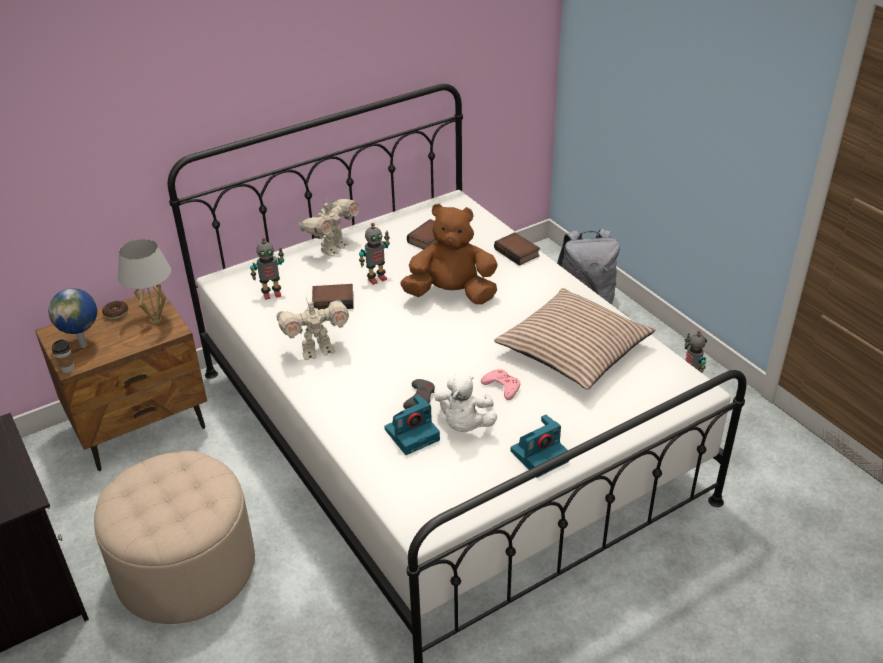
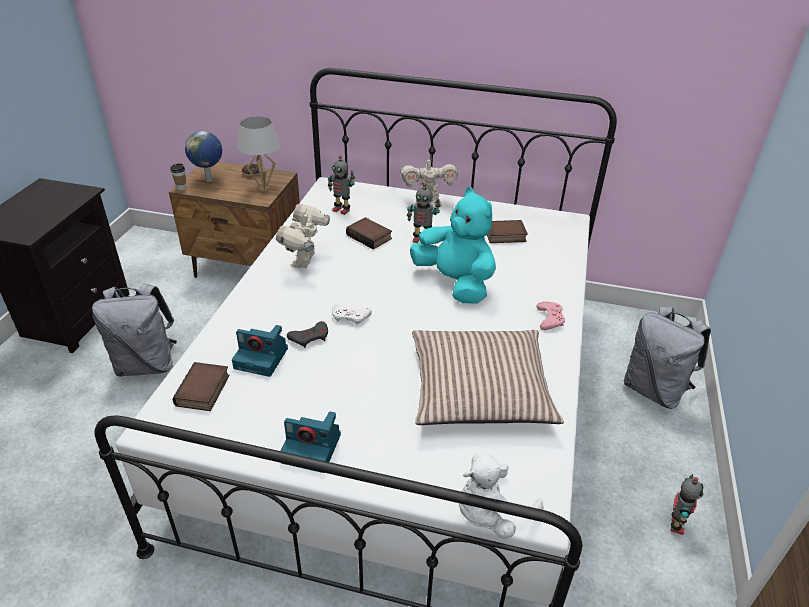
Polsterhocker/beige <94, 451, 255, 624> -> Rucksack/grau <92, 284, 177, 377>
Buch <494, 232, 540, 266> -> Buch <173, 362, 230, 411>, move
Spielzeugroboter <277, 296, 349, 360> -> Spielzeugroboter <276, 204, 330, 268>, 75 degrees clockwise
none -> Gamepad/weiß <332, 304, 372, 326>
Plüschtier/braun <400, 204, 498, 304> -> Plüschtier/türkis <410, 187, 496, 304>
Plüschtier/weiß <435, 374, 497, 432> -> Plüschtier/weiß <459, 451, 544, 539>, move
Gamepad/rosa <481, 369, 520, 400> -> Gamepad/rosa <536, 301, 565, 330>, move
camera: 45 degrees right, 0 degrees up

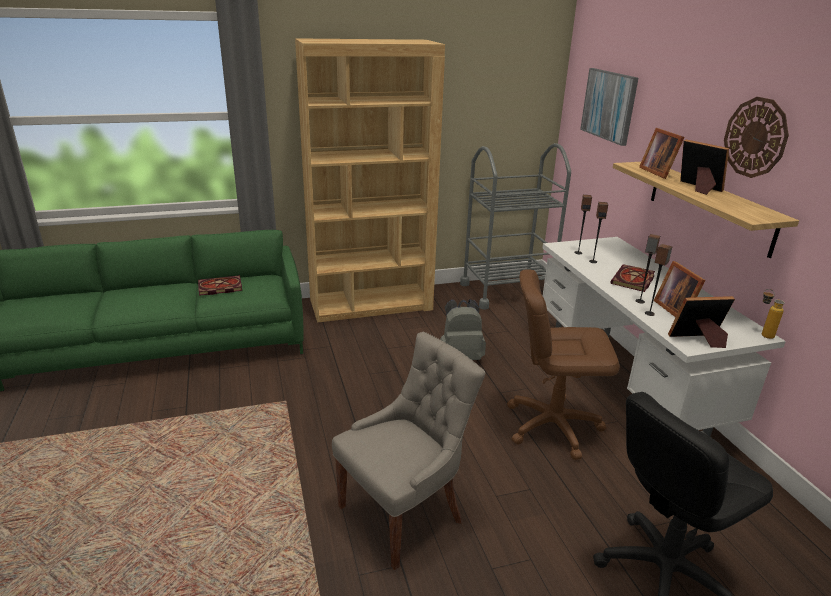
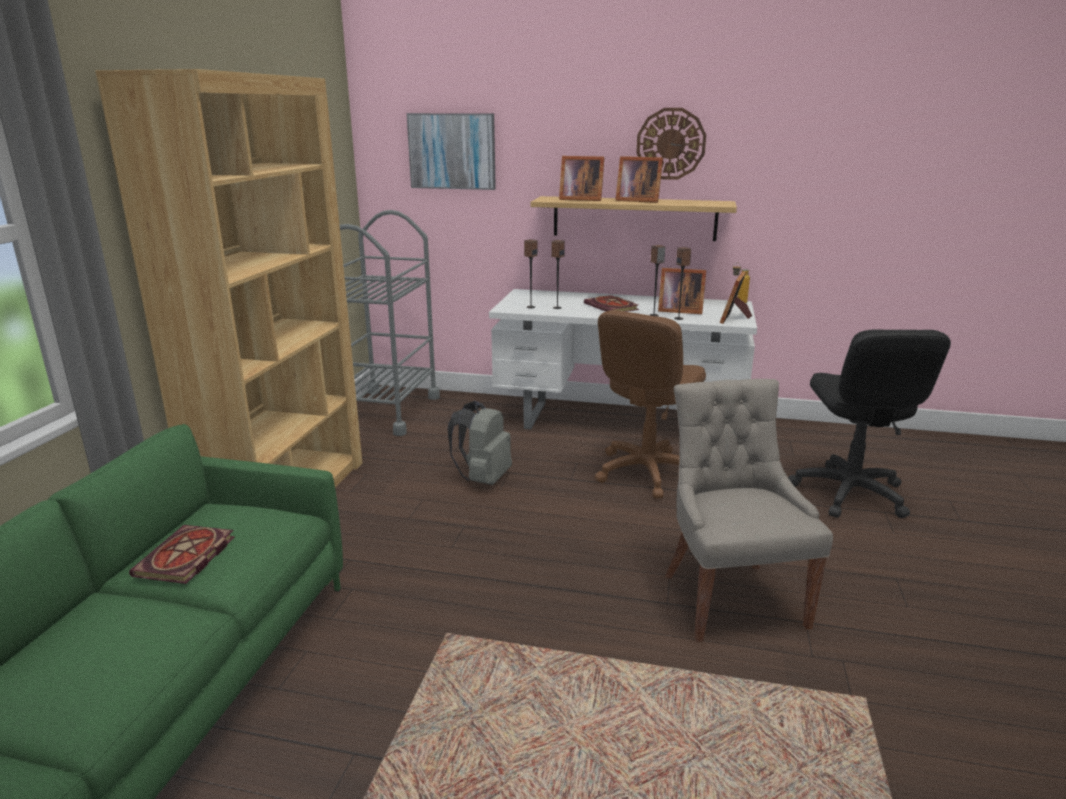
Bilderrahmen <680, 140, 729, 195> -> Bilderrahmen <615, 156, 663, 203>, 150 degrees counterclockwise
camera: 60 degrees left, 5 degrees down

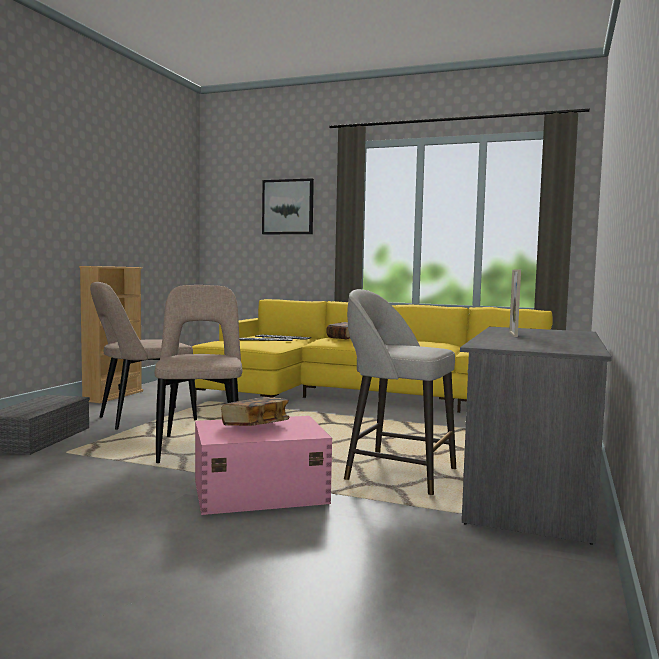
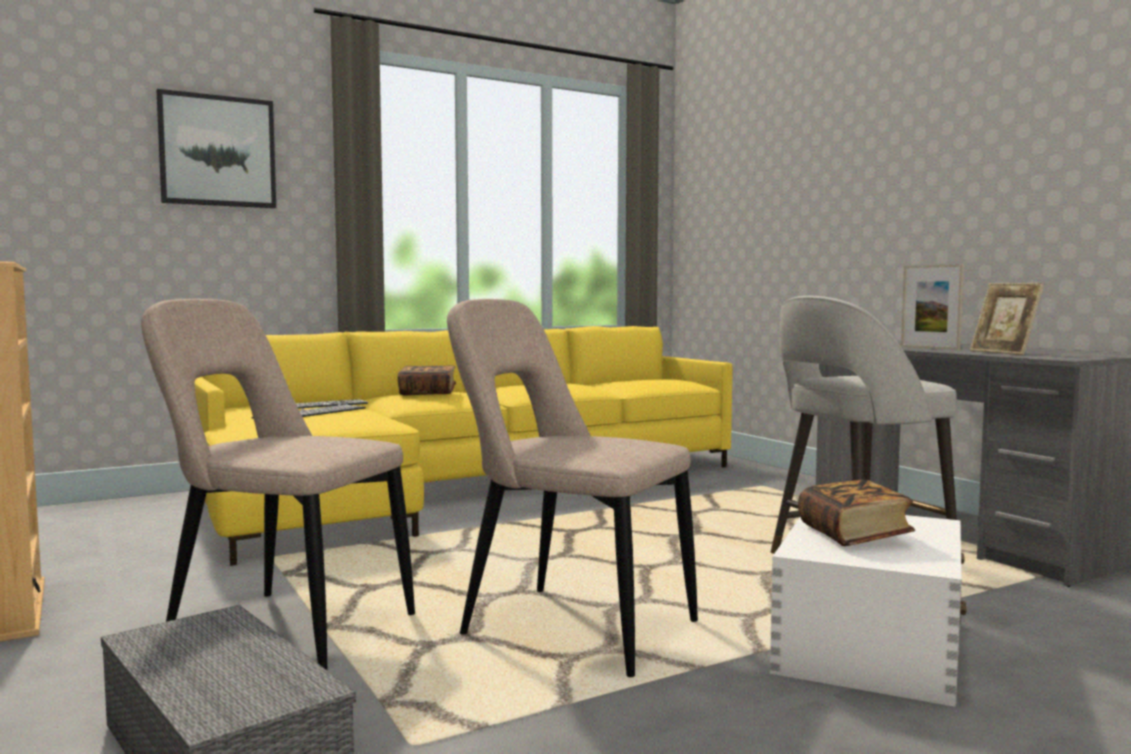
Stuhl/beige <90, 282, 197, 430> -> Stuhl/beige <141, 299, 415, 670>, 105 degrees clockwise
Aufbewahrungsbox/rosa <195, 416, 332, 515> -> Aufbewahrungsbox/weiß <770, 515, 966, 707>
none -> Bilderrahmen <970, 283, 1044, 355>
camera: 50 degrees left, 0 degrees up

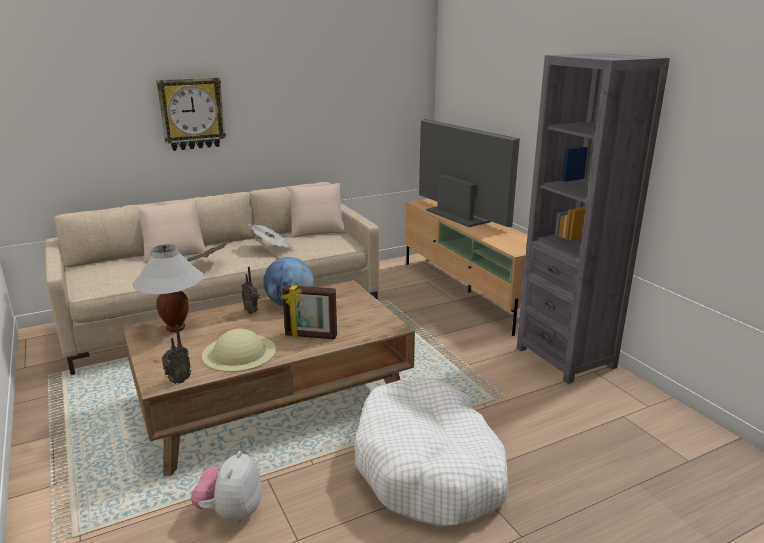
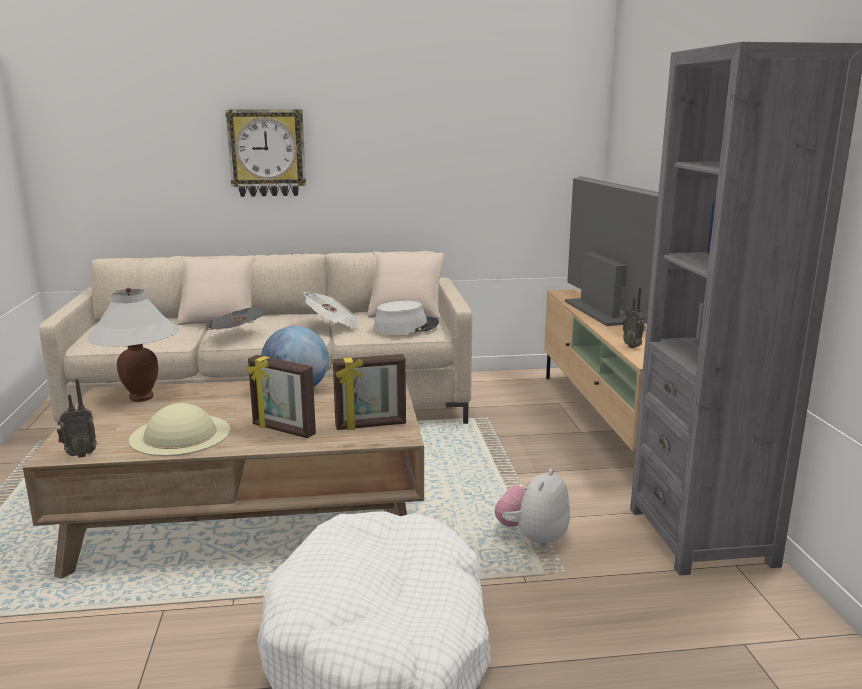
none -> Bilderrahmen <333, 354, 406, 430>
none -> Hut/grau <373, 301, 439, 335>
Plüschtier <191, 451, 262, 522> -> Plüschtier <495, 469, 570, 547>, move
Radio <241, 267, 259, 314> -> Radio <623, 287, 646, 348>, move
camera: 20 degrees right, 5 degrees down

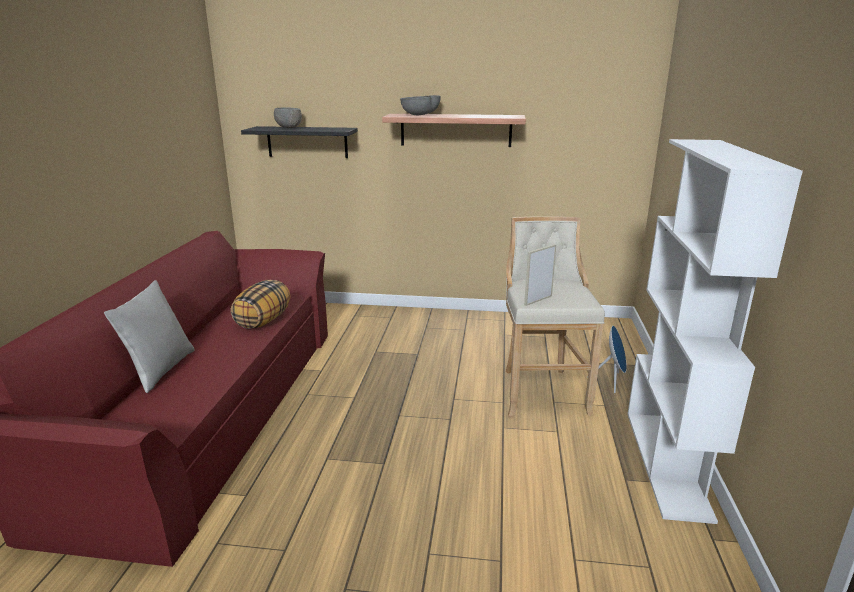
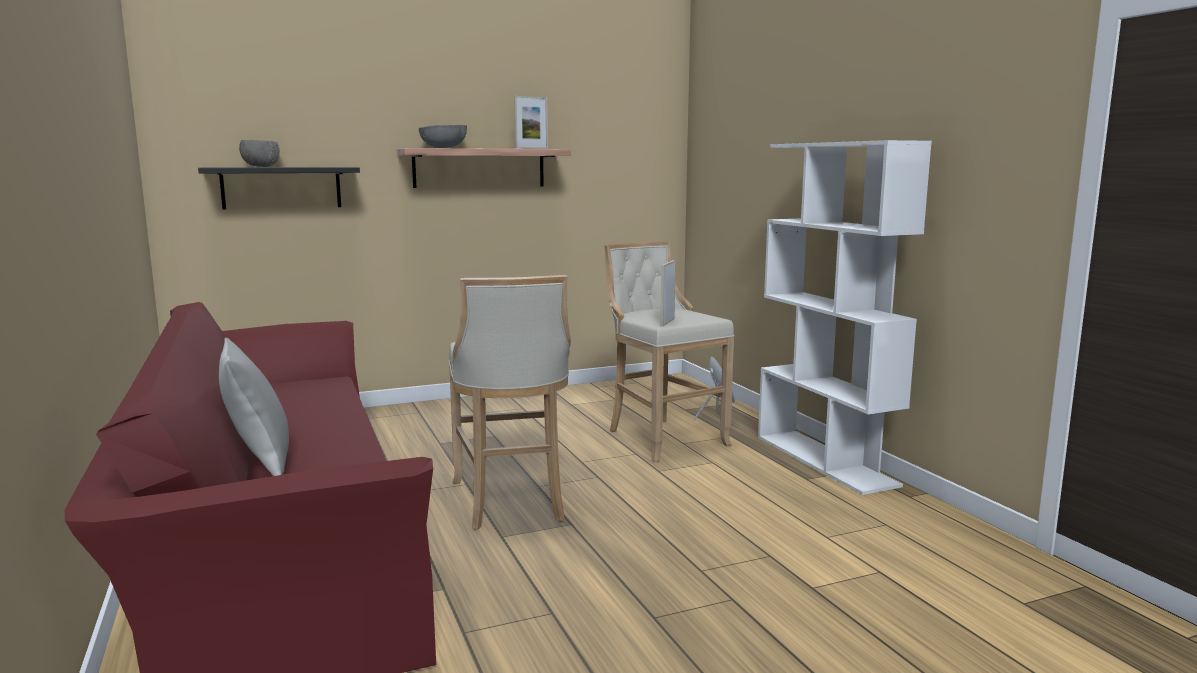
none -> Hocker/beige <449, 275, 571, 530>
none -> Bilderrahmen <514, 96, 548, 149>
Kissen <231, 280, 291, 329> -> none
camera: 30 degrees left, 10 degrees down

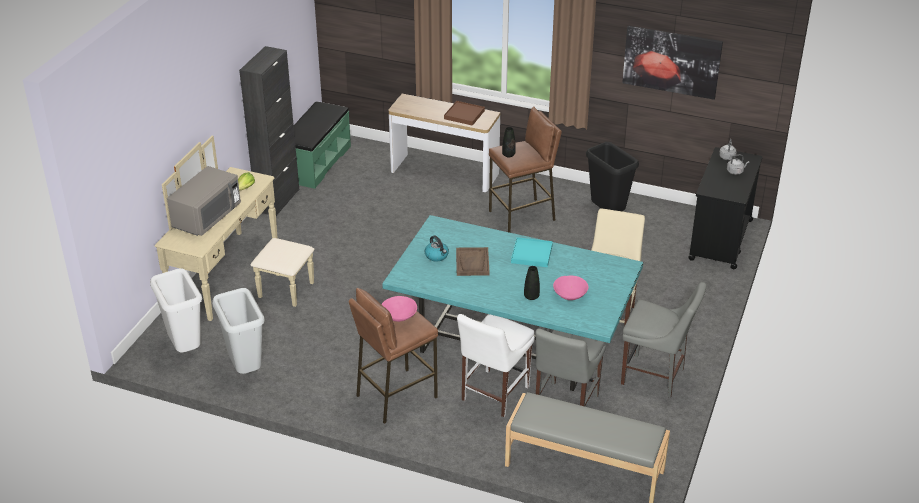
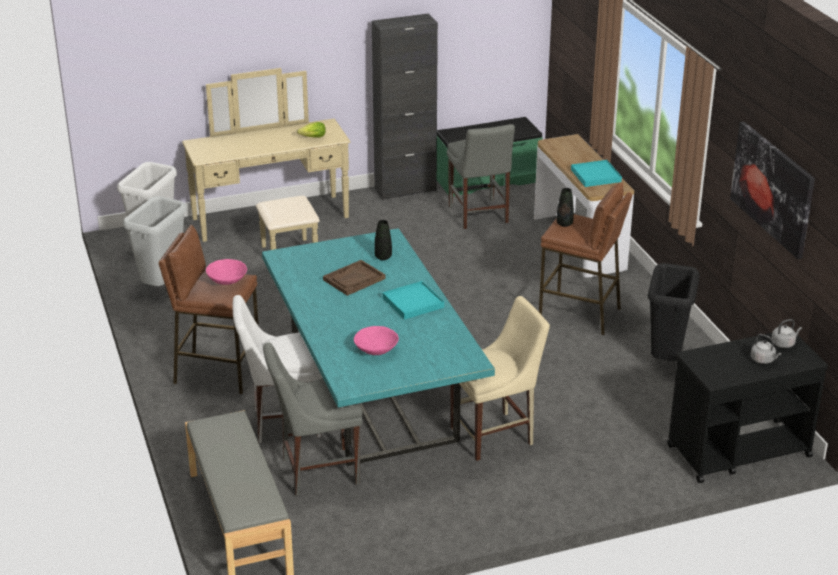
Vase/schwarz <524, 266, 540, 300> -> Vase/schwarz <374, 220, 392, 260>, move
Stuhl/grau <621, 282, 706, 398> -> Stuhl/grau <447, 124, 515, 229>, move
Tablett/braun <444, 101, 485, 126> -> Tablett/türkis <571, 160, 622, 187>
Mikrowelle/grau <167, 166, 241, 236> -> none
Wasserkessel <425, 235, 449, 261> -> none
camera: 50 degrees right, 5 degrees down

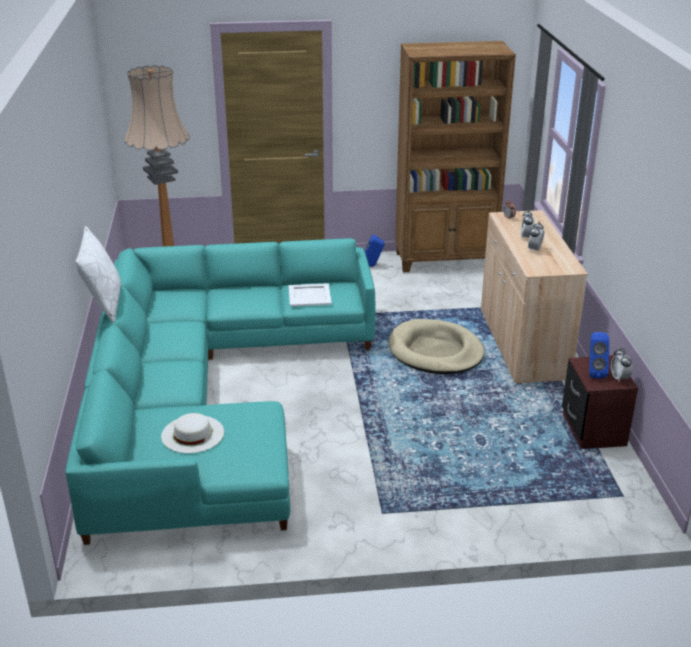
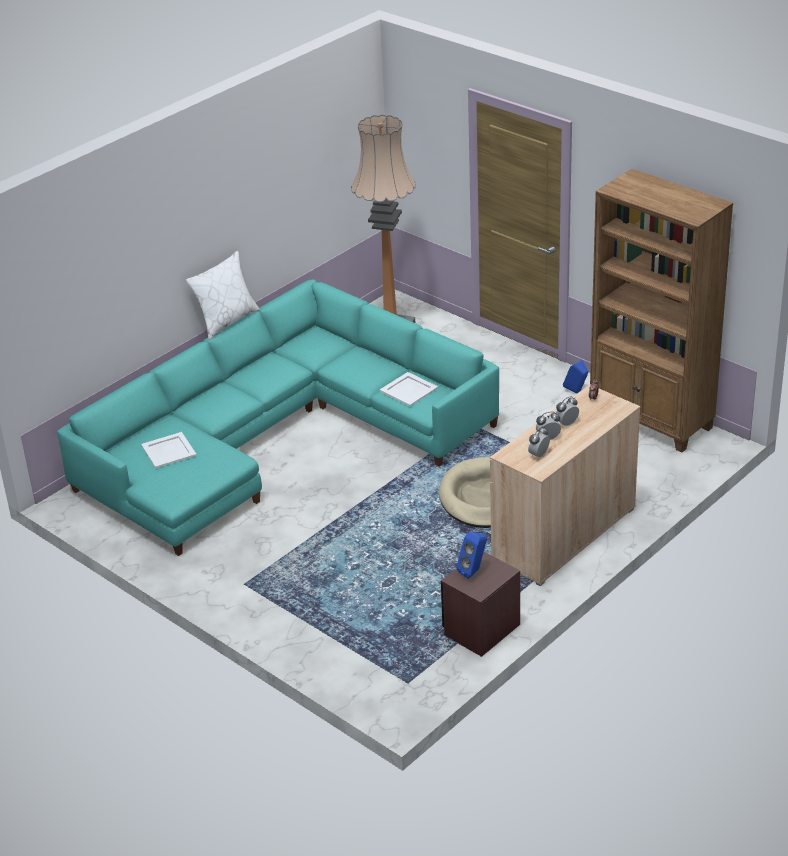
Hut/weiß <161, 413, 224, 453> -> Tablett/weiß <141, 432, 197, 468>
Wecker <611, 348, 633, 382> -> Wecker <528, 427, 550, 457>, move
camera: 50 degrees right, 5 degrees up

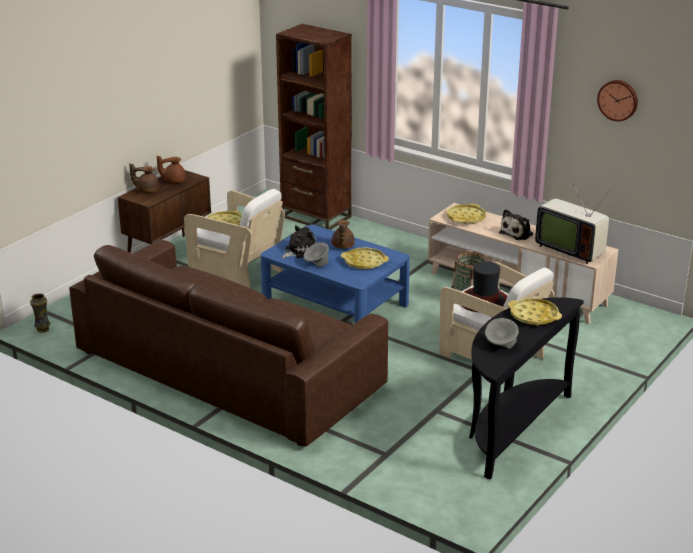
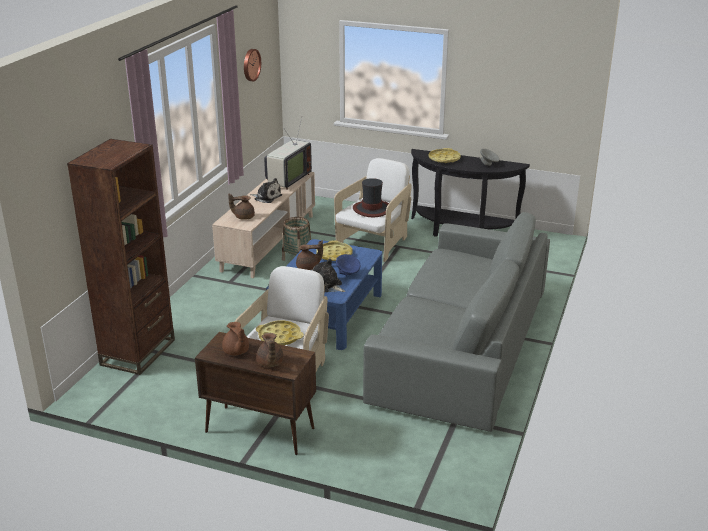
Tablett/gelb <447, 204, 486, 224> -> Teekanne/braun <228, 194, 255, 220>
Schüssel/grau <304, 242, 329, 268> -> Schüssel/blau <336, 254, 360, 276>
Sofa/braun <69, 240, 388, 447> -> Sofa/grau <363, 212, 550, 432>
Vase <30, 293, 50, 333> -> none
camera: 105 degrees left, 0 degrees up

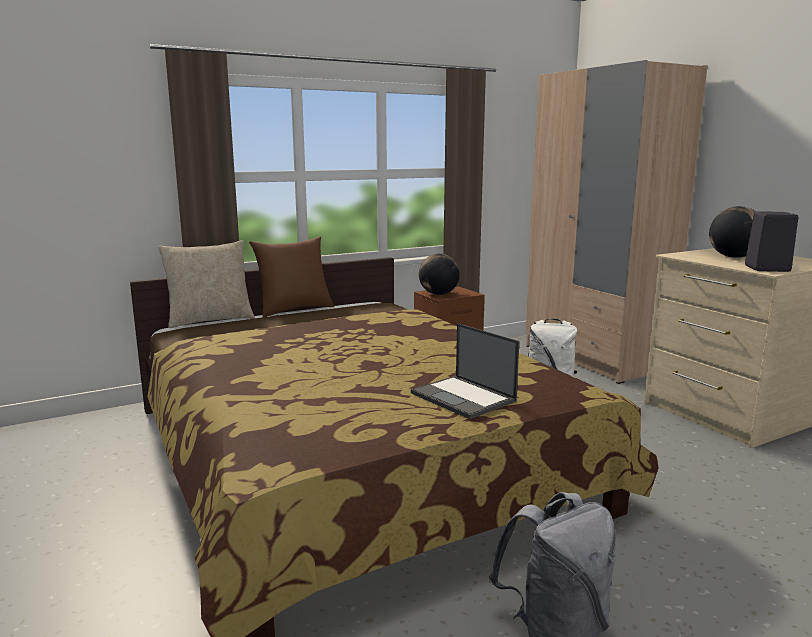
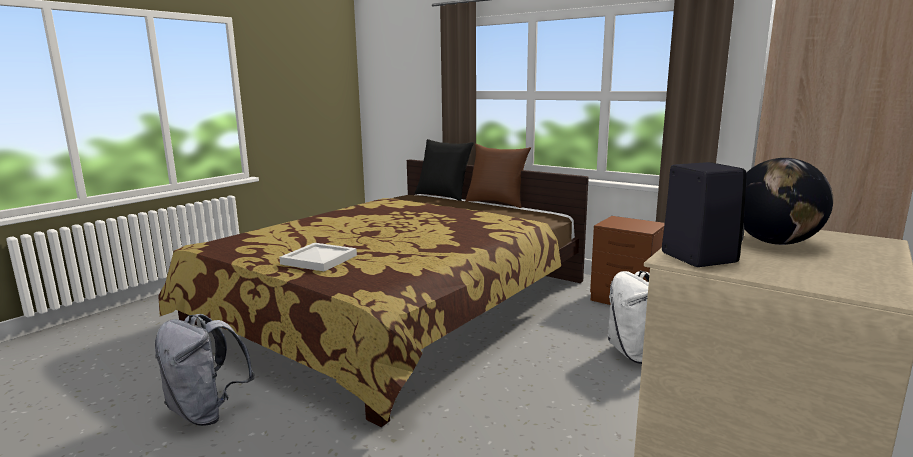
Laptop <411, 323, 519, 419> -> Tablett/weiß <279, 243, 357, 271>
Kissen/beige <158, 240, 255, 328> -> Kissen/schwarz <415, 139, 474, 201>
Globus <419, 254, 460, 295> -> none
camera: 65 degrees right, 0 degrees up

